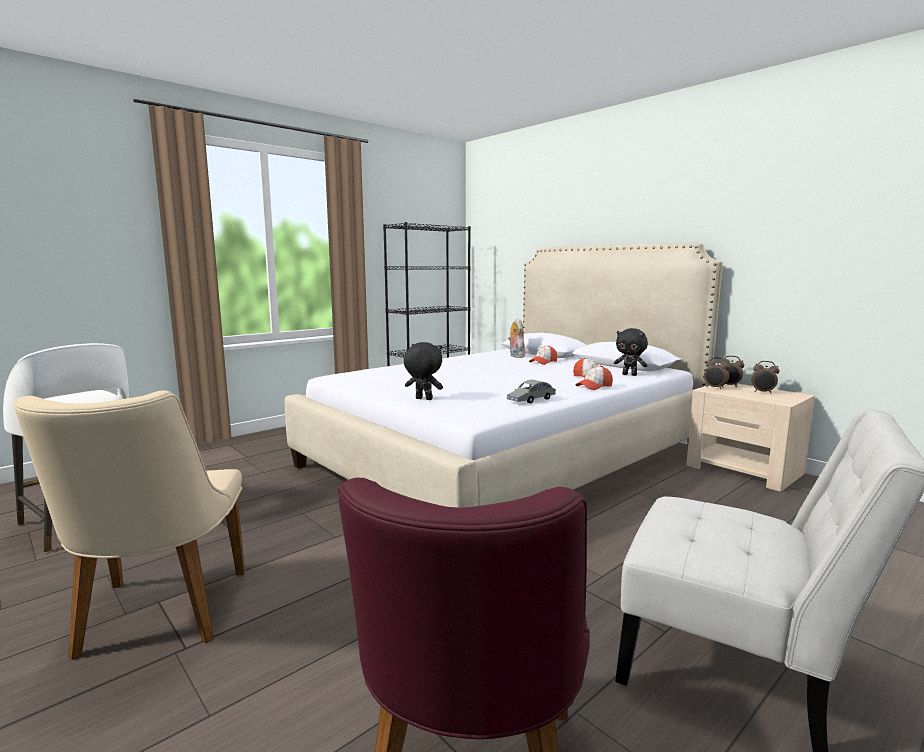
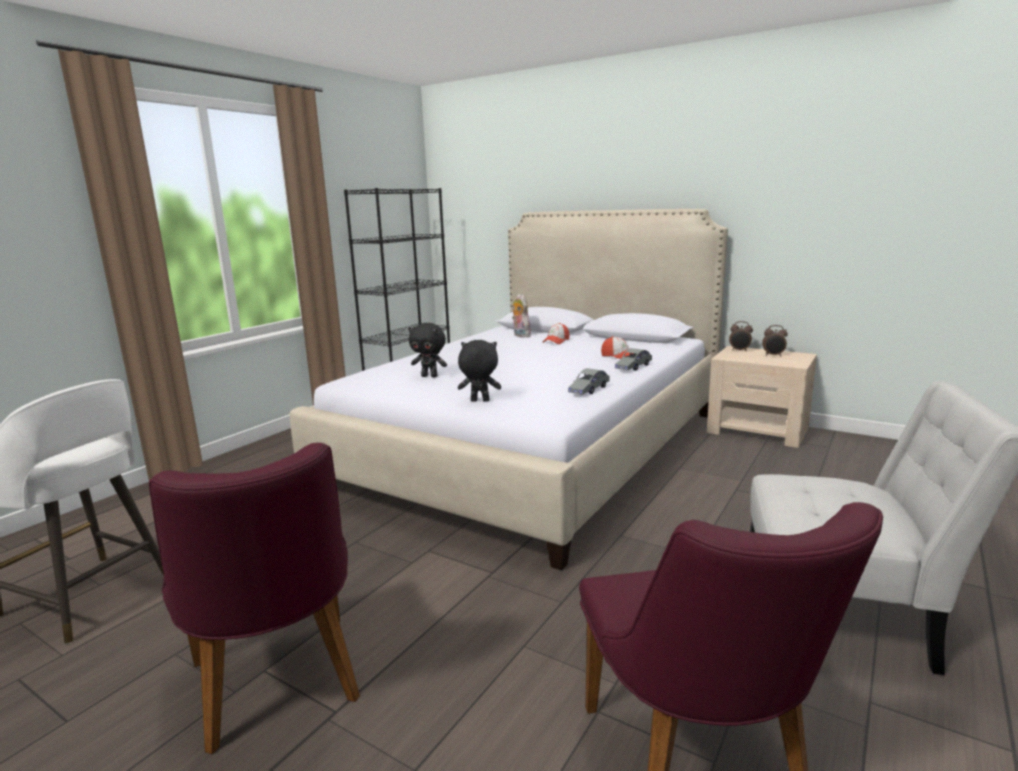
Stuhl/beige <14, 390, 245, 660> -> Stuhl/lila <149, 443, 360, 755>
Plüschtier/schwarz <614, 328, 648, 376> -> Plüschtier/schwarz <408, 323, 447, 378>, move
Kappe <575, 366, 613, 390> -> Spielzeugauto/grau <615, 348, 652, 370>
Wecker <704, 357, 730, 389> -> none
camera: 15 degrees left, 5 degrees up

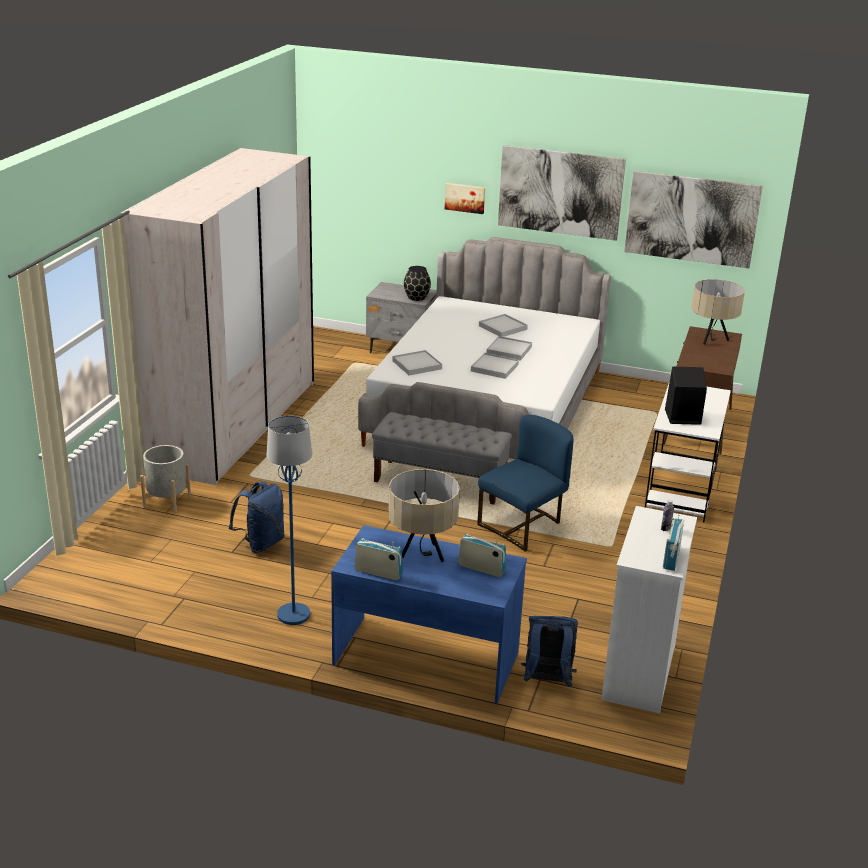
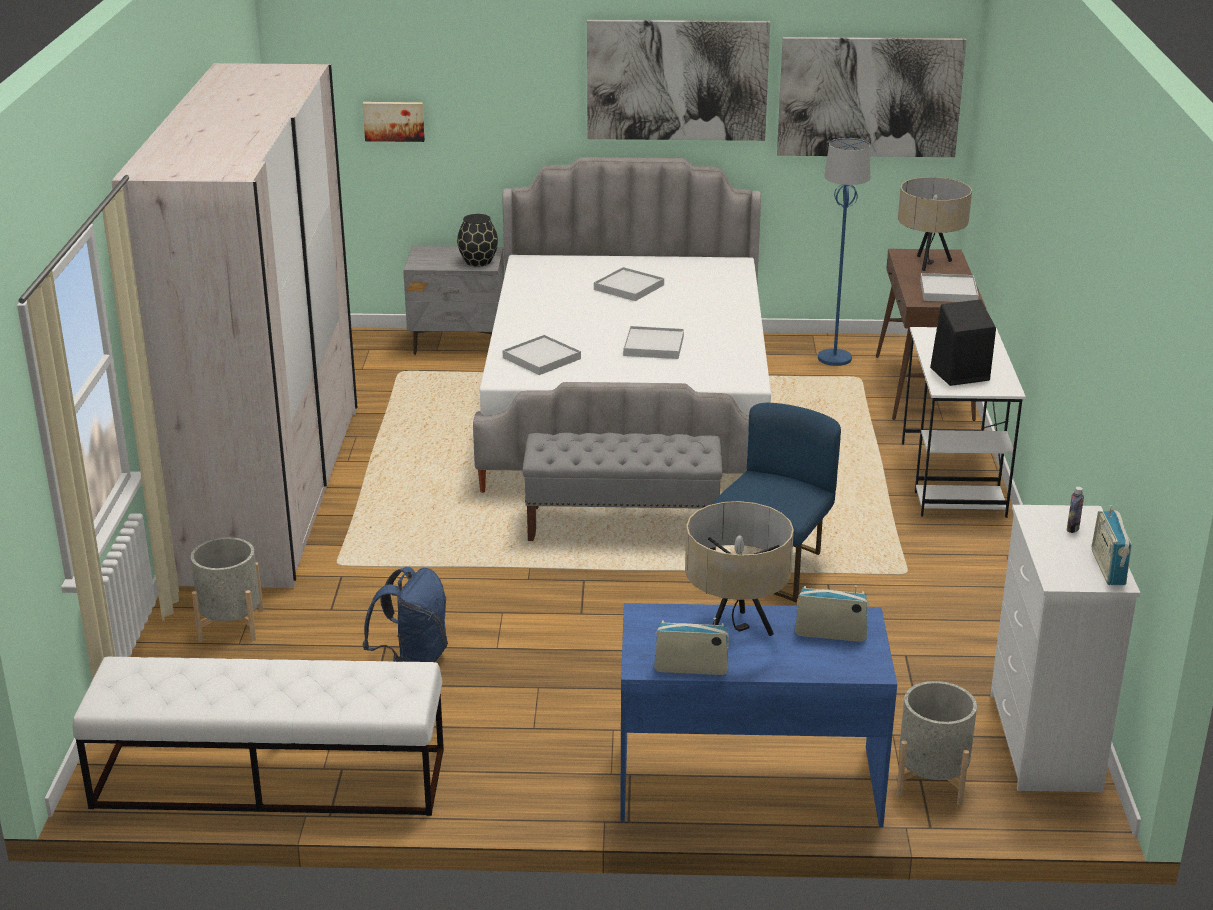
none -> Bank/weiß <73, 657, 444, 816>
Bild <445, 183, 485, 214> -> Bild <363, 102, 425, 142>, move
Stehlampe/blau <267, 416, 312, 625> -> Stehlampe/blau <818, 138, 870, 366>, move
Rucksack/blau <521, 616, 578, 687> -> Pflanzkübel/grau <896, 681, 977, 806>
Tablett/weiß <487, 336, 532, 361> -> Tablett/weiß <920, 273, 979, 302>, move
camera: 15 degrees left, 0 degrees up

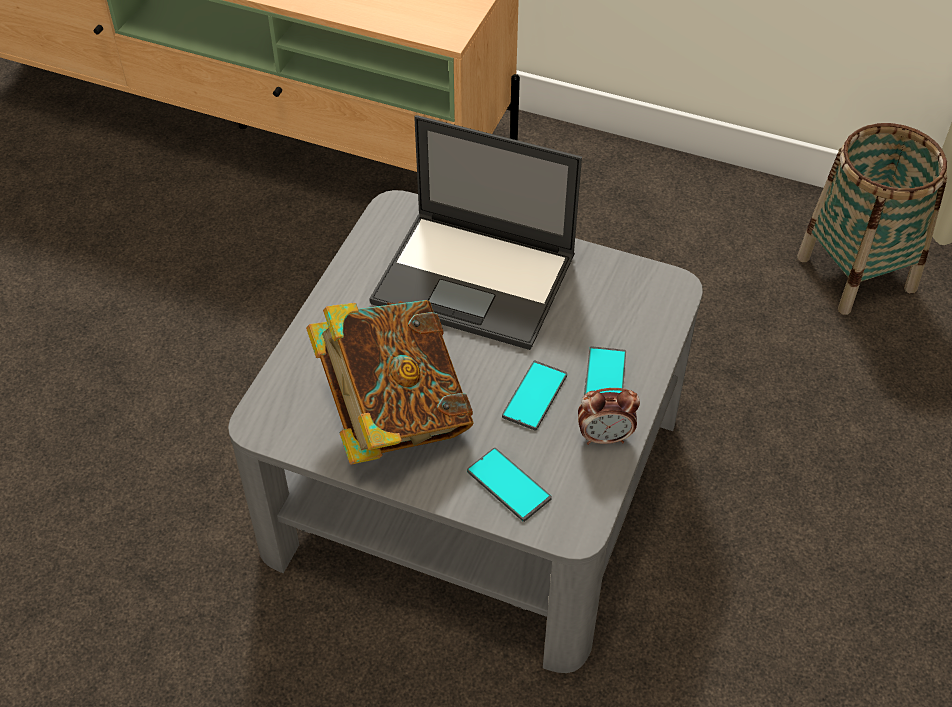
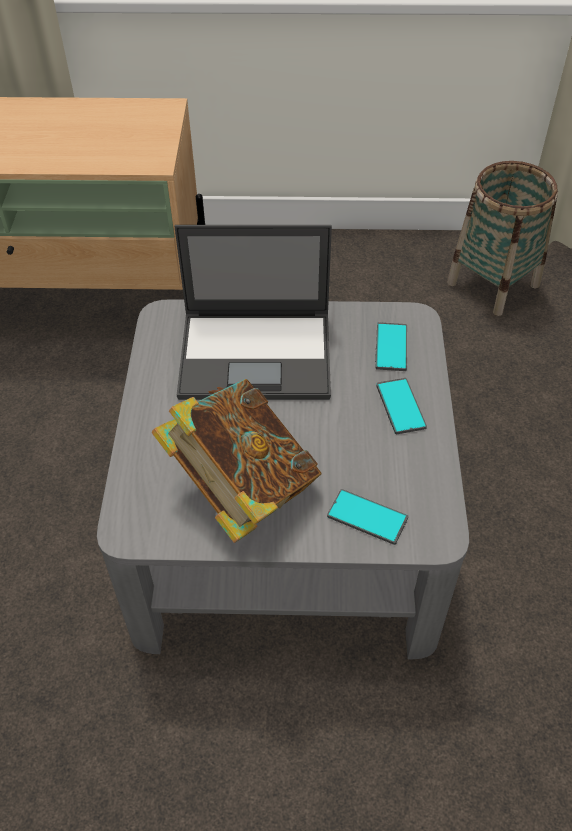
Handy <502, 361, 567, 431> -> Handy <375, 322, 407, 371>, move
Wecker <578, 388, 640, 445> -> none
camera: 20 degrees left, 0 degrees up

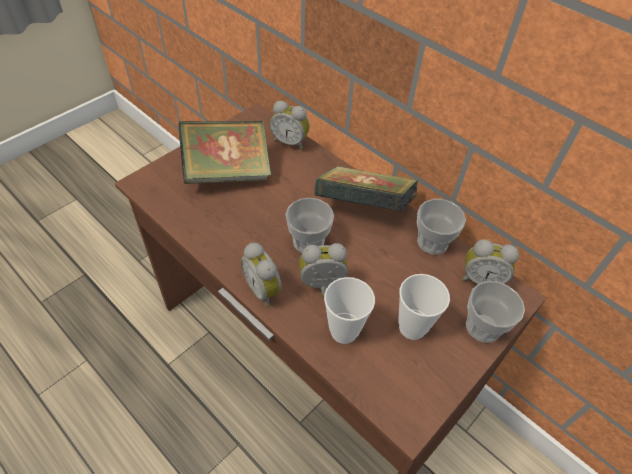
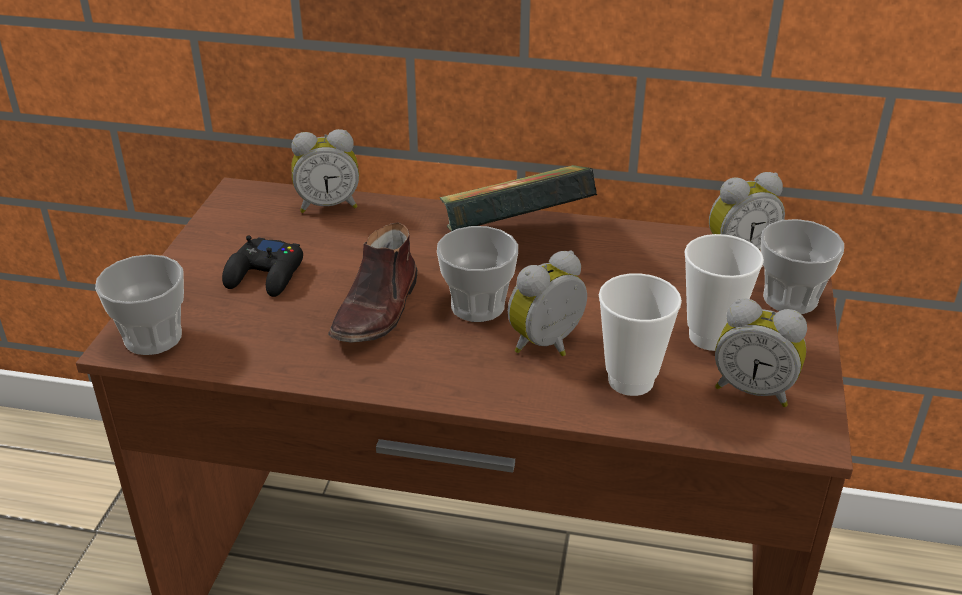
Tasse <417, 199, 466, 255> -> Tasse <95, 254, 184, 355>, move
Buch <179, 121, 271, 184> -> Gamepad/schwarz <222, 236, 303, 297>
none -> Schuh/braun <328, 222, 418, 343>
Wecker <241, 243, 282, 308> -> Wecker <715, 299, 807, 407>, move
camera: 30 degrees left, 15 degrees down

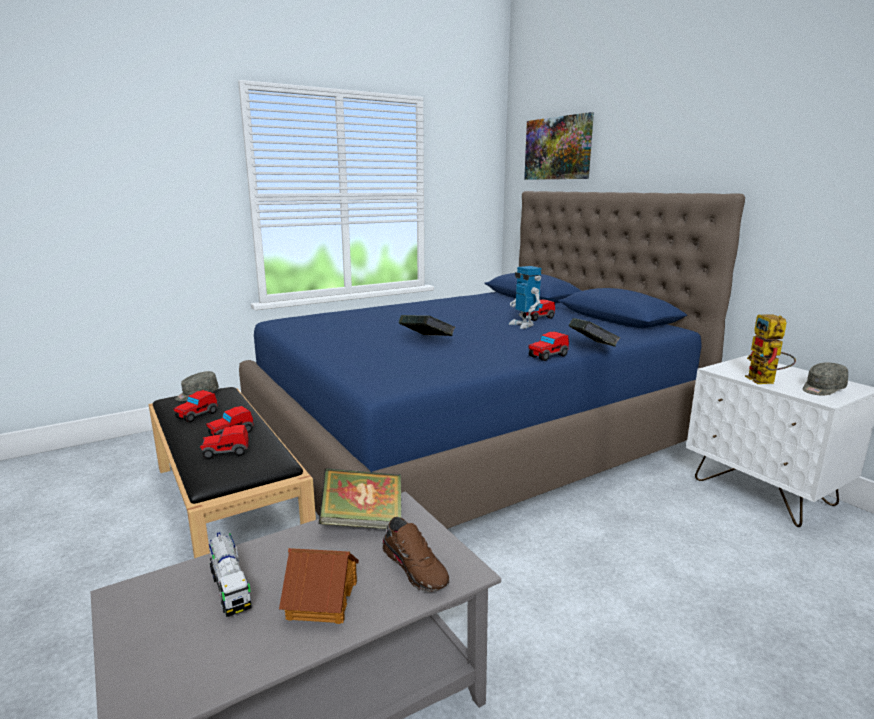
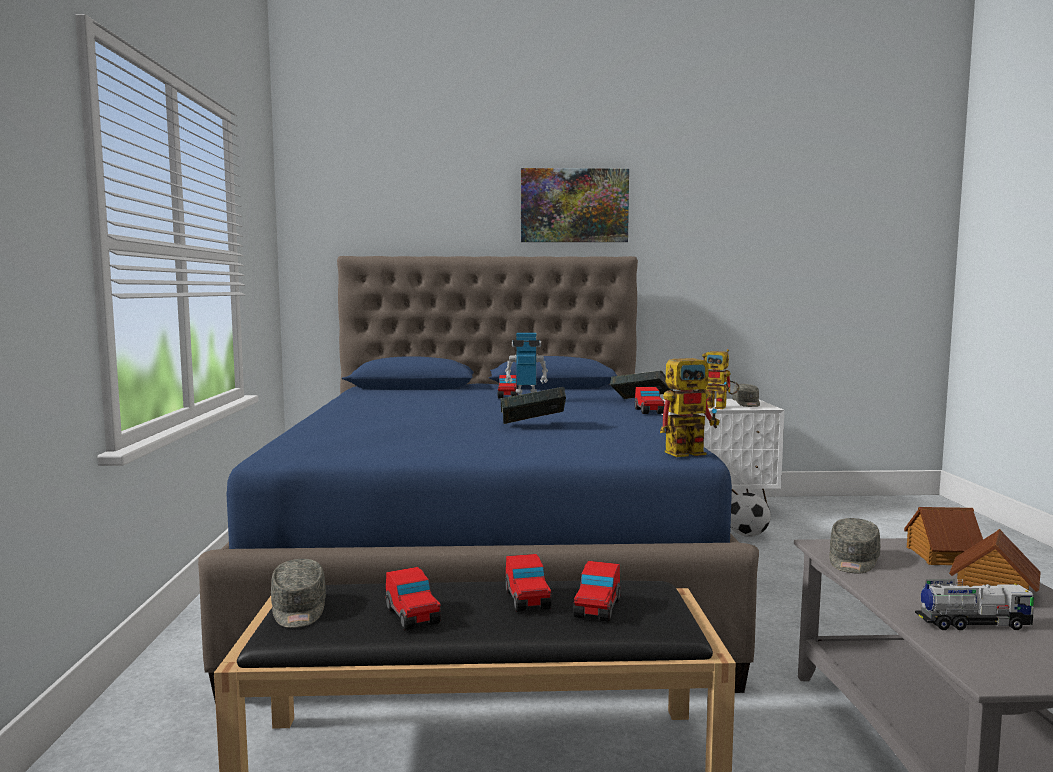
Bild <524, 112, 594, 180> -> Bild <521, 168, 629, 242>, move
none -> Spielzeugroboter <660, 354, 720, 457>
none -> Fußball <731, 493, 771, 537>
Buch <319, 468, 401, 529> -> Kappe/grau <829, 518, 881, 574>
Schuh/braun <382, 517, 449, 592> -> Spielzeughaus <904, 507, 983, 565>
camera: 60 degrees left, 10 degrees down

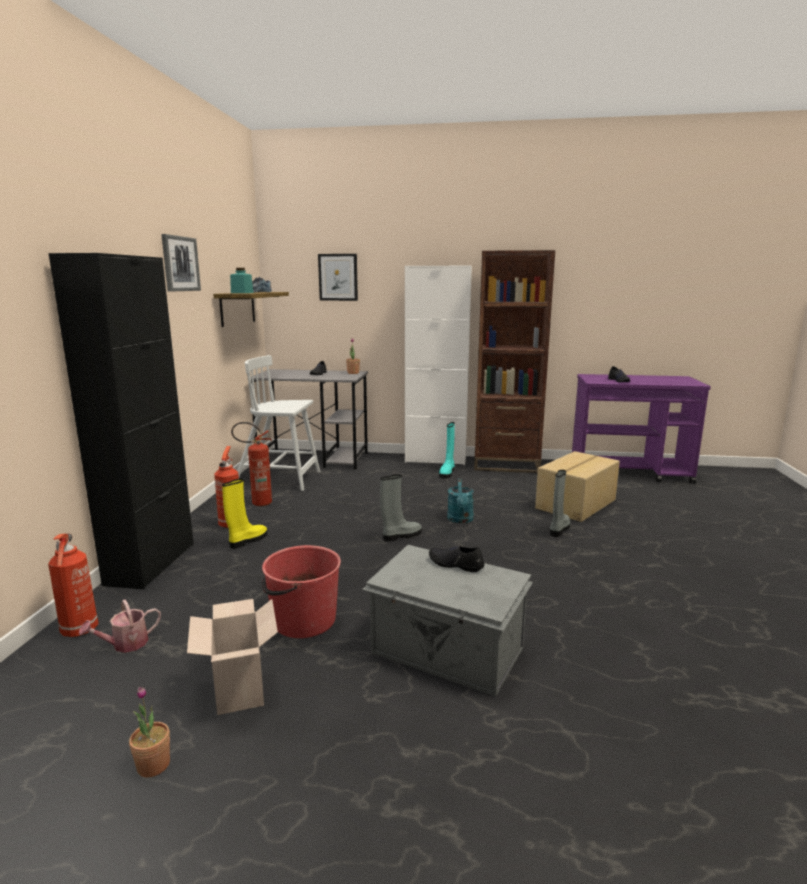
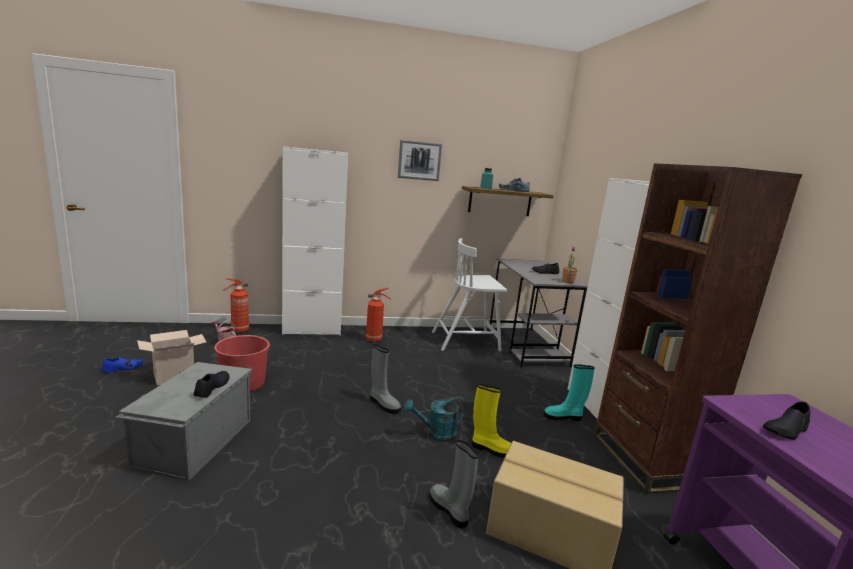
Topfpflanze <129, 686, 170, 777> -> Schuh/blau <102, 357, 143, 373>
Schrank/schwarz <49, 253, 194, 589> -> Schrank/weiß <282, 147, 348, 335>
Stiefel/grau <550, 470, 570, 537> -> Stiefel/grau <429, 440, 479, 528>, 135 degrees counterclockwise
Stuhl/weiß <237, 355, 320, 491> -> Stuhl/weiß <432, 238, 507, 351>, 90 degrees counterclockwise
Stiefel/gelb <222, 478, 267, 549> -> Stiefel/gelb <472, 384, 511, 458>, move
Feuerlöscher <231, 422, 272, 506> -> none
Bild <318, 254, 358, 301> -> none
camera: 70 degrees right, 0 degrees up

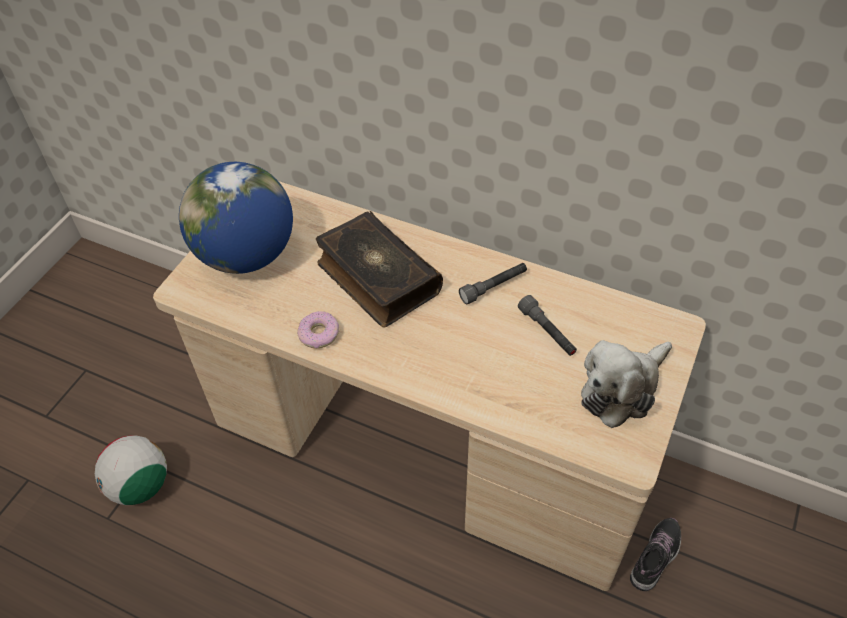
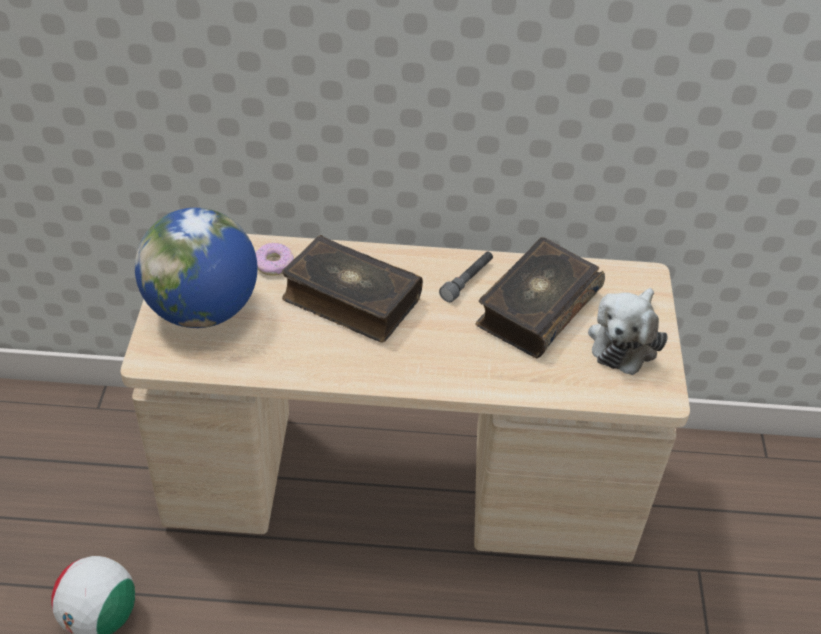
Donut <297, 311, 340, 348> -> Donut <255, 243, 294, 276>, move
Taschenlampe/grau <518, 295, 577, 356> -> Buch <475, 237, 605, 358>
Schuh <630, 518, 681, 591> -> none
camera: 25 degrees left, 5 degrees down

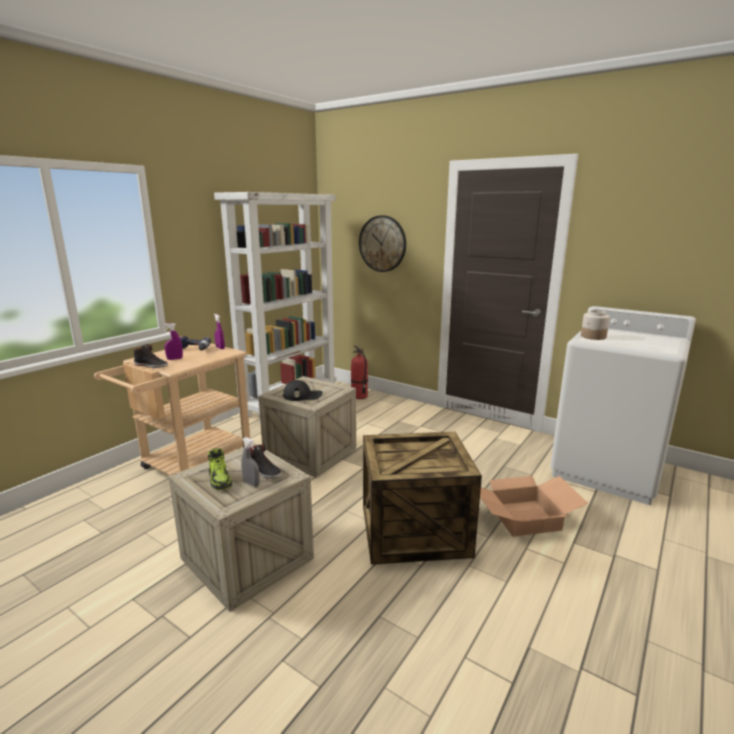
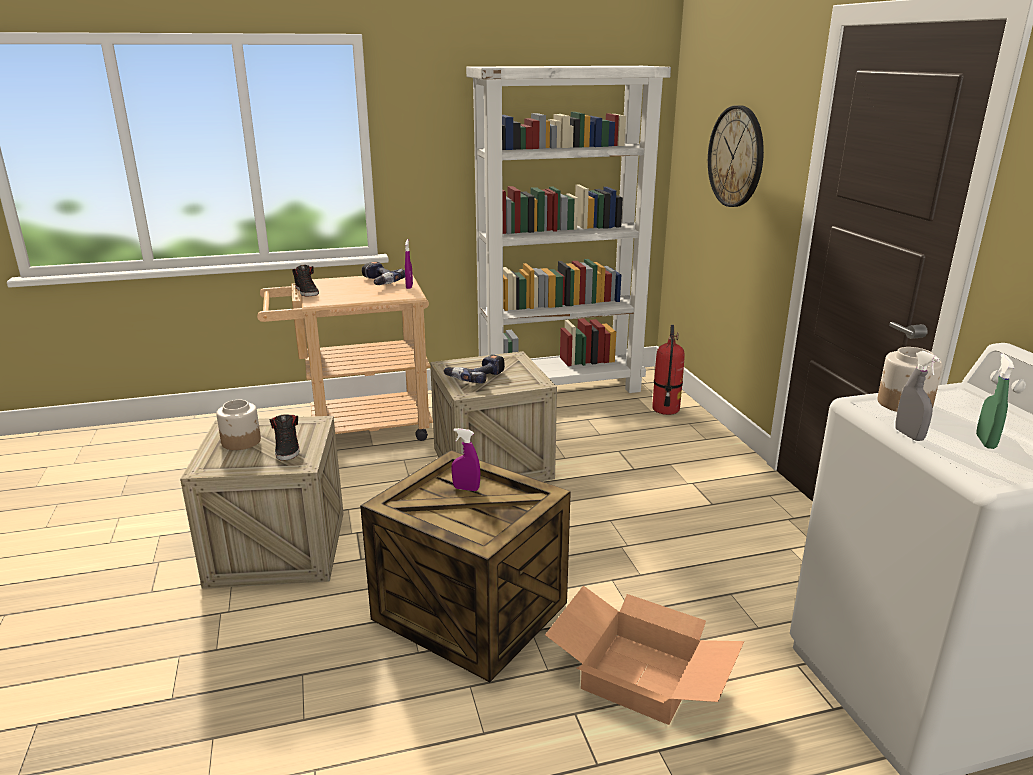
Schuh <208, 448, 232, 490> -> Vorratsglas <216, 400, 261, 450>
Kappe/schwarz <283, 380, 323, 401> -> Bohrmaschine <443, 355, 505, 384>
Sprühflasche/lila <164, 323, 183, 360> -> Sprühflasche/lila <451, 428, 480, 491>, move
Sprühflasche/grau <241, 437, 260, 486> -> Sprühflasche/grau <896, 351, 940, 441>, move
none -> Sprühflasche/grün <976, 353, 1014, 449>
camera: 40 degrees right, 5 degrees up

